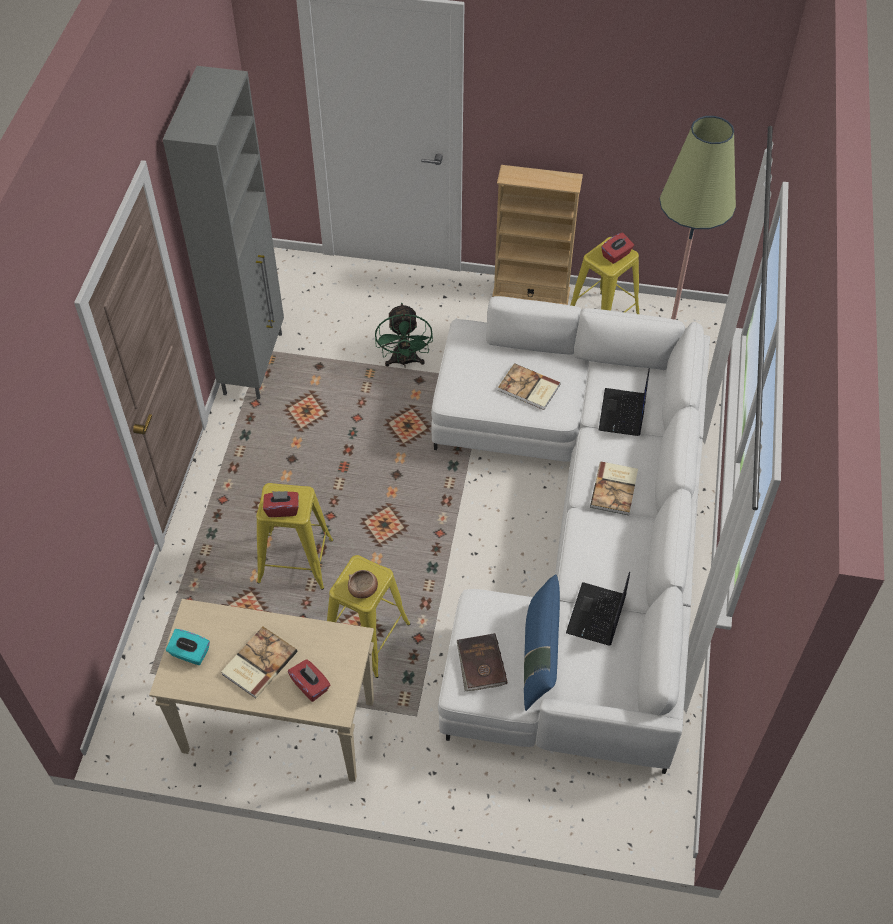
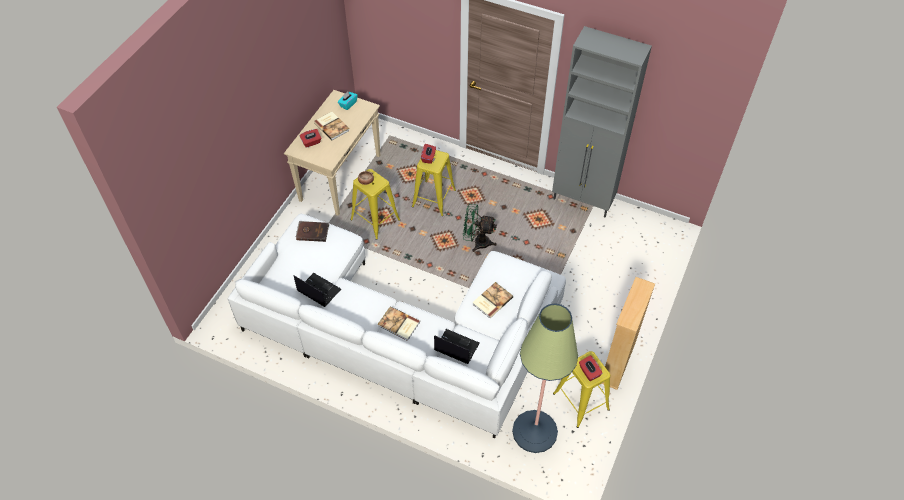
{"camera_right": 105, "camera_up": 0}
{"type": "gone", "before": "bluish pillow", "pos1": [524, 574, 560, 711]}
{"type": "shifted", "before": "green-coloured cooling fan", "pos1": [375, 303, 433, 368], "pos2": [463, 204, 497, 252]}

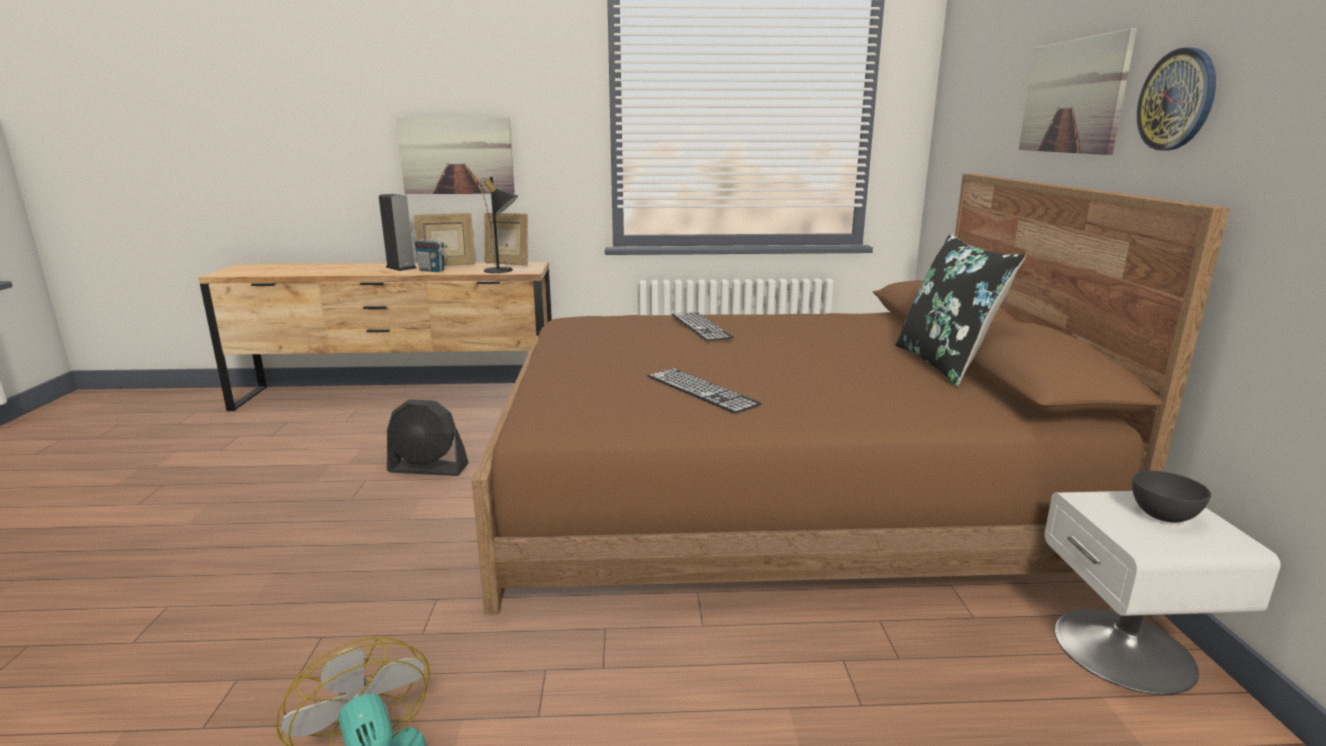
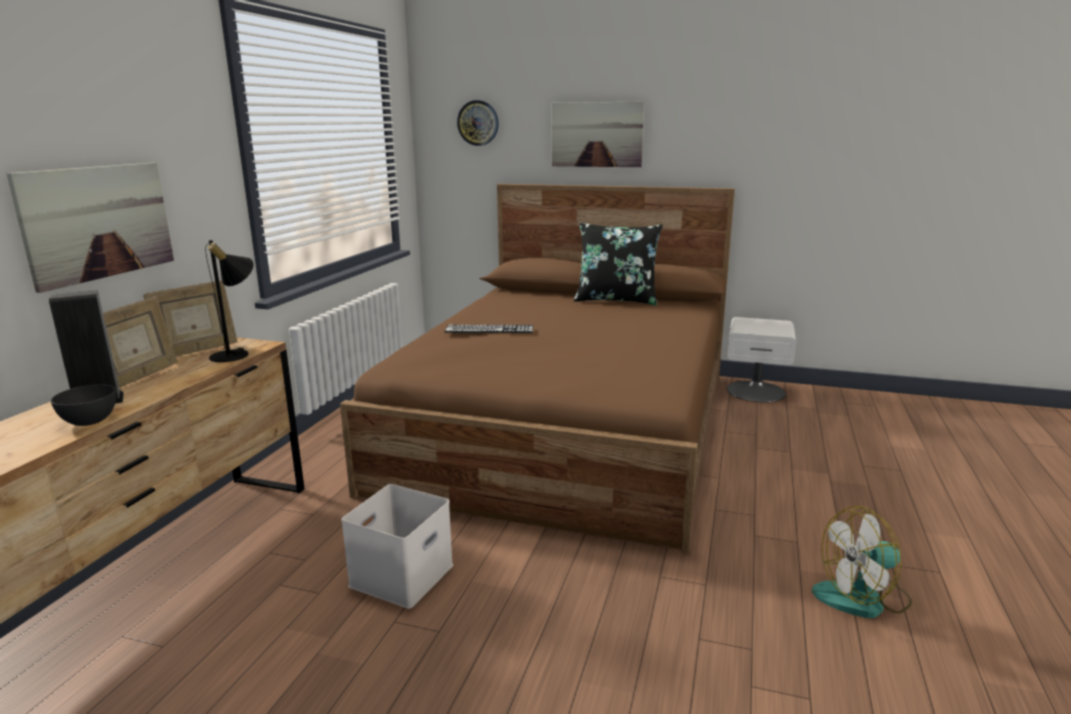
{"camera_right": -70, "camera_up": 0}
{"type": "gone", "before": "radio", "pos1": [414, 224, 448, 272]}
{"type": "gone", "before": "keyboard", "pos1": [647, 369, 762, 413]}
{"type": "shifted", "before": "greyish serving bowl", "pos1": [1132, 471, 1211, 523], "pos2": [51, 384, 116, 426]}
{"type": "shifted", "before": "clock on the wall", "pos1": [1137, 48, 1216, 150], "pos2": [457, 100, 499, 146]}
{"type": "swapped", "before": "black cooling fan", "after": "white-coloured storage container", "pos1": [387, 399, 469, 476], "pos2": [341, 484, 453, 609]}

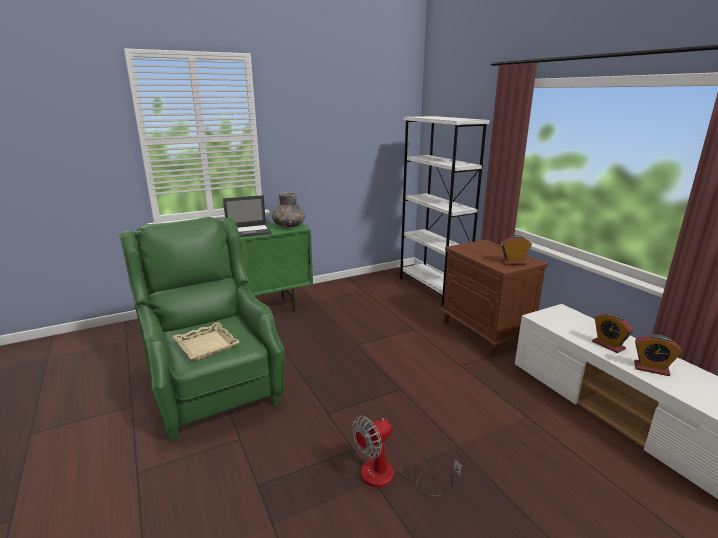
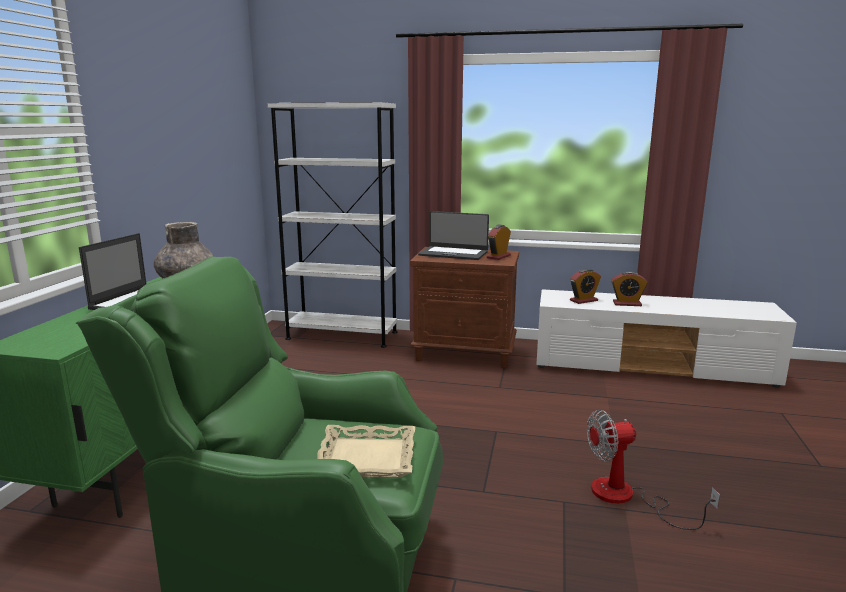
{"camera_right": -50, "camera_up": -5}
{"type": "new", "after": "portable computer", "pos2": [418, 211, 489, 260]}
{"type": "shifted", "before": "alarm clock", "pos1": [634, 334, 682, 376], "pos2": [570, 269, 601, 304]}
{"type": "rotated", "before": "cooling fan", "pos1": [352, 416, 462, 497], "pos2": [587, 410, 720, 530], "turn": 75}

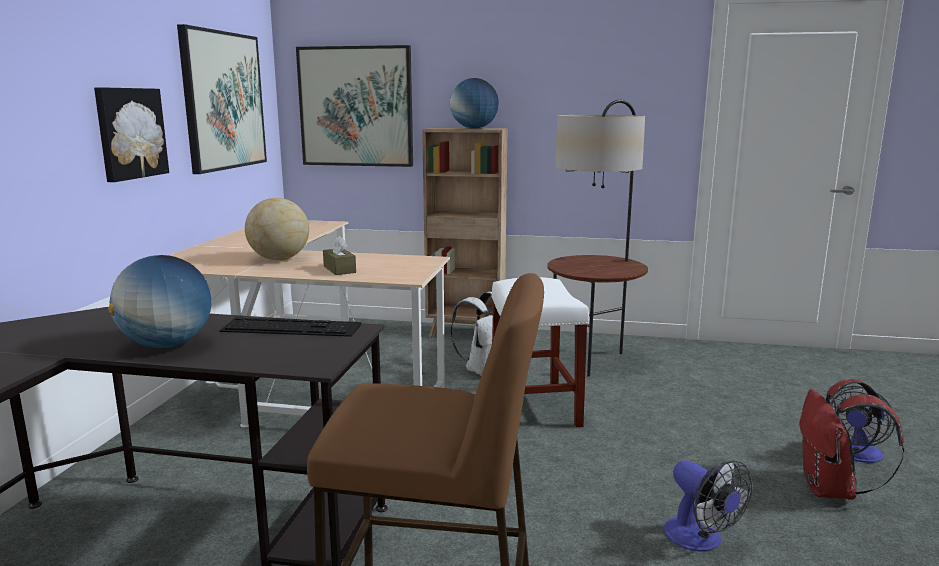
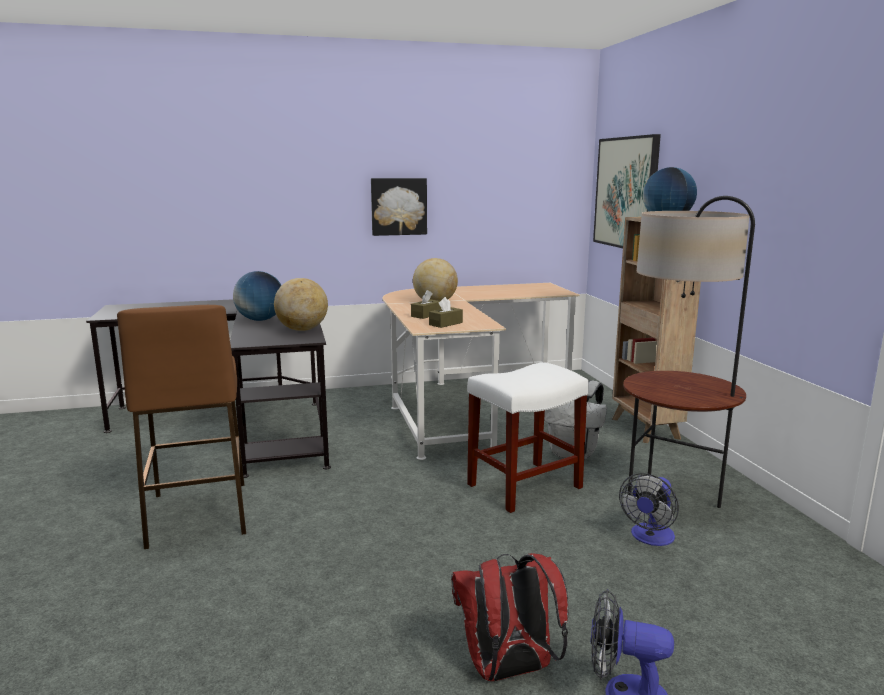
{"camera_right": 65, "camera_up": 0}
{"type": "gone", "before": "wall art", "pos1": [177, 24, 267, 174]}
{"type": "new", "after": "brownish tissue box", "pos2": [429, 297, 463, 328]}
{"type": "shifted", "before": "cooling fan", "pos1": [664, 460, 753, 551], "pos2": [619, 473, 679, 546]}
{"type": "swapped", "before": "keyboard", "after": "world globe", "pos1": [219, 318, 361, 337], "pos2": [274, 278, 328, 331]}

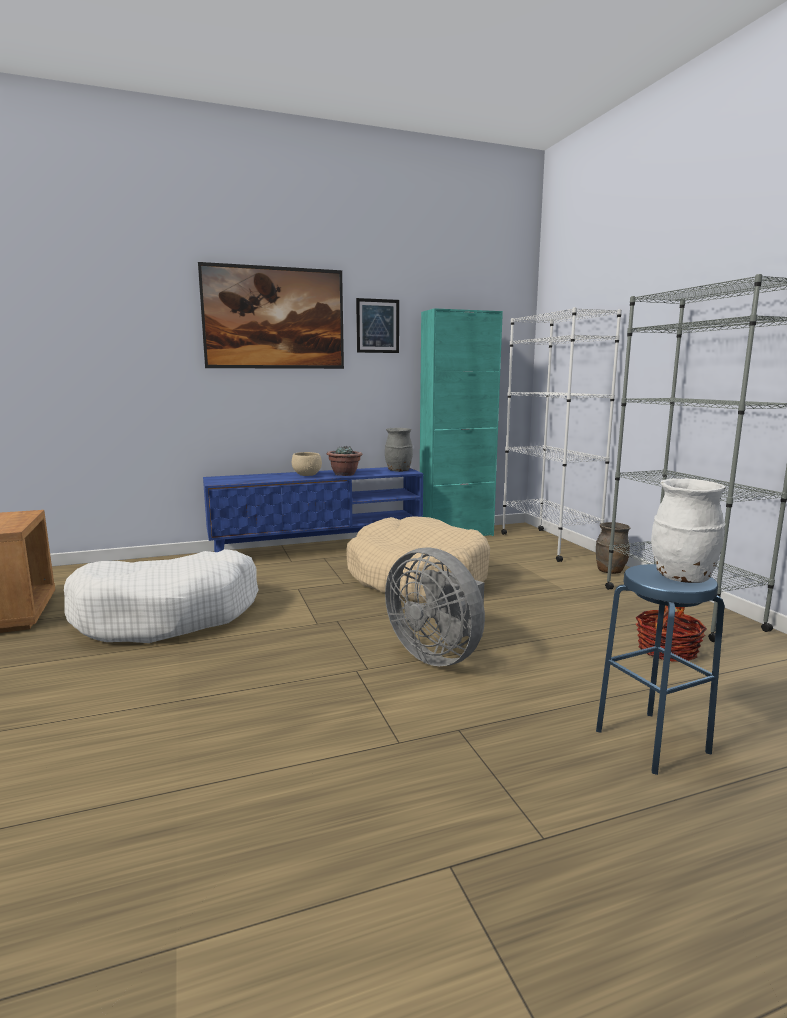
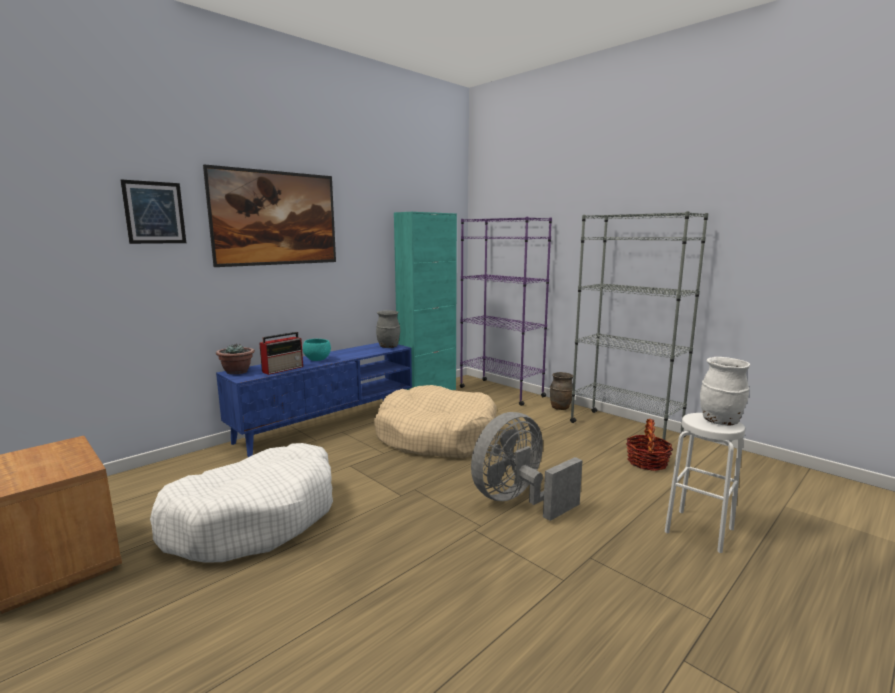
{"camera_right": -25, "camera_up": 0}
{"type": "new", "after": "radio", "pos2": [259, 332, 303, 375]}
{"type": "shifted", "before": "potted plant", "pos1": [327, 447, 363, 476], "pos2": [216, 343, 255, 374]}
{"type": "shifted", "before": "wall art", "pos1": [356, 298, 399, 353], "pos2": [121, 180, 186, 244]}
{"type": "repainted", "before": "beige serving bowl", "after": "blue-green serving bowl", "pos1": [292, 452, 322, 476], "pos2": [303, 339, 331, 361]}
{"type": "repainted", "before": "white-coloured bookshelf", "after": "purple-coloured bookshelf", "pos1": [501, 307, 622, 562], "pos2": [460, 217, 552, 406]}
{"type": "repainted", "before": "bluish stool", "after": "white-coloured stool", "pos1": [596, 564, 724, 775], "pos2": [665, 413, 745, 553]}
{"type": "rotated", "before": "greyish cooling fan", "pos1": [385, 547, 485, 666], "pos2": [471, 412, 583, 521], "turn": 120}

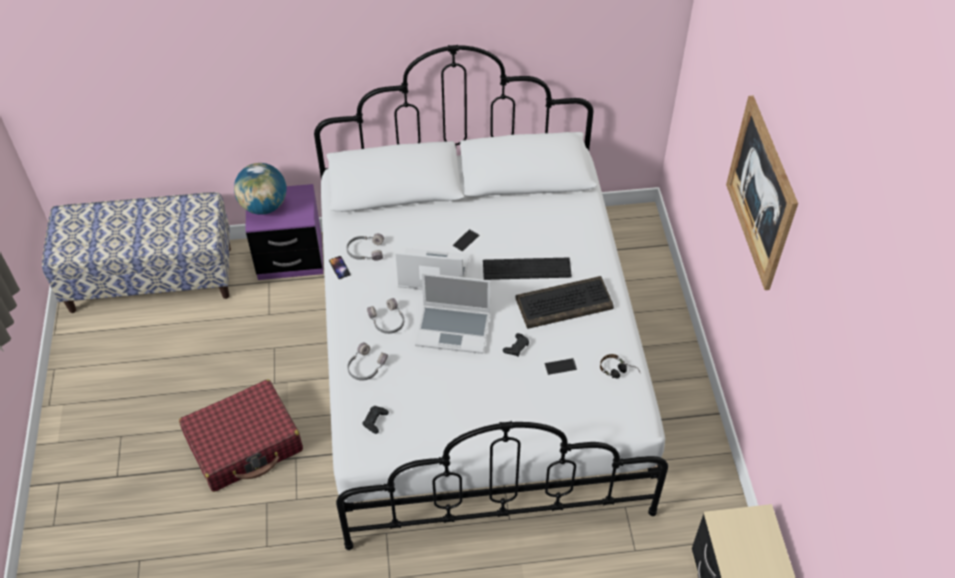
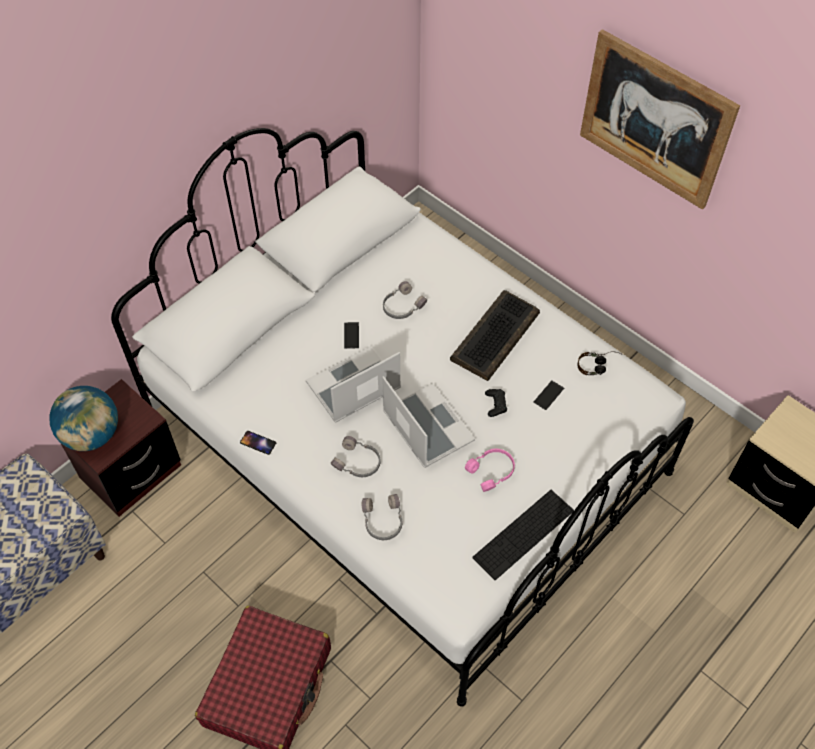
{"camera_right": -40, "camera_up": 5}
{"type": "gone", "before": "black game controller", "pos1": [363, 406, 389, 434]}
{"type": "new", "after": "pinkish headphones", "pos2": [465, 449, 515, 492]}
{"type": "shifted", "before": "greyish headphones", "pos1": [347, 233, 384, 261], "pos2": [383, 281, 427, 319]}
{"type": "shifted", "before": "keyboard", "pos1": [483, 257, 572, 280], "pos2": [472, 490, 574, 580]}
{"type": "repainted", "before": "purple-coloured night table", "after": "brownish night table", "pos1": [246, 184, 323, 280], "pos2": [61, 379, 181, 517]}
{"type": "rotated", "before": "portable computer", "pos1": [415, 273, 490, 354], "pos2": [382, 376, 475, 468], "turn": -90}

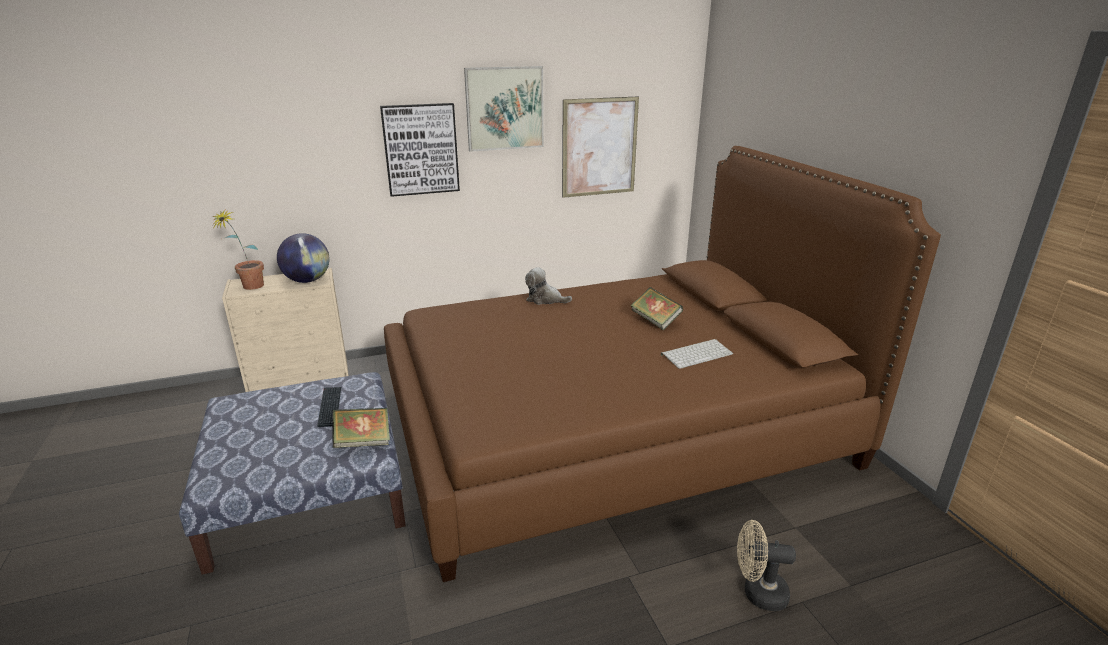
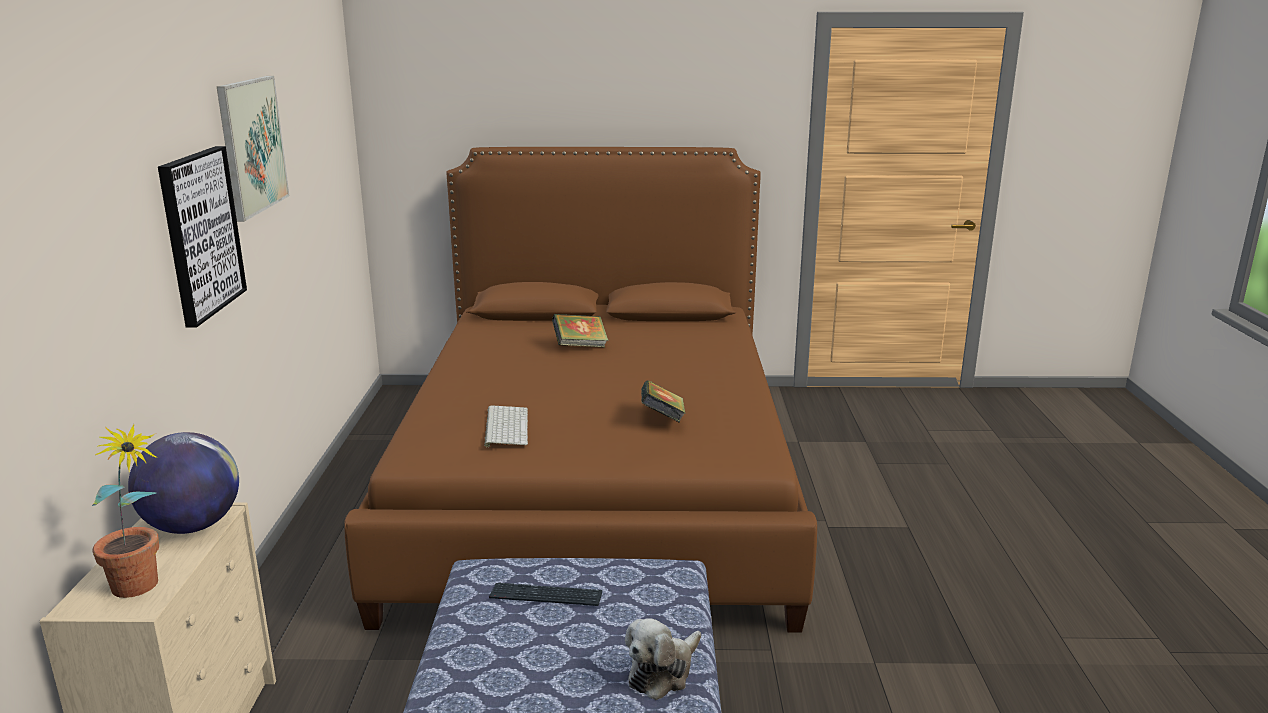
{"camera_right": -70, "camera_up": -5}
{"type": "gone", "before": "wall art", "pos1": [562, 96, 639, 198]}
{"type": "gone", "before": "beige cooling fan", "pos1": [737, 520, 796, 611]}
{"type": "shifted", "before": "bound book", "pos1": [332, 408, 390, 448], "pos2": [641, 380, 686, 423]}
{"type": "shifted", "before": "plush toy", "pos1": [525, 267, 572, 305], "pos2": [625, 618, 701, 700]}
{"type": "shifted", "before": "keyboard", "pos1": [661, 339, 733, 369], "pos2": [484, 405, 528, 447]}

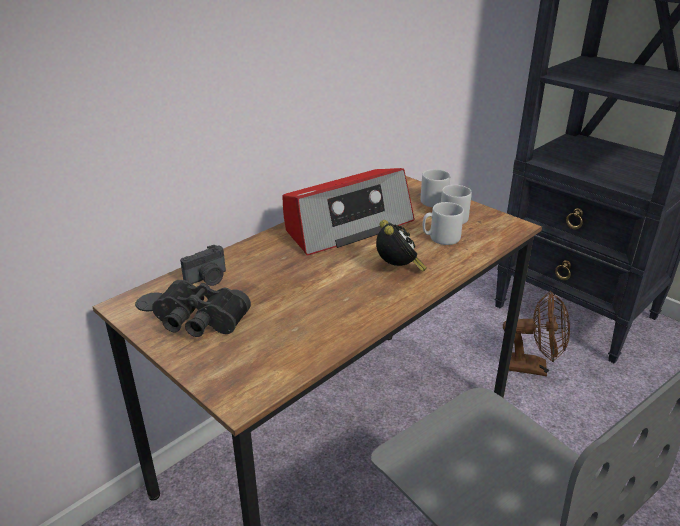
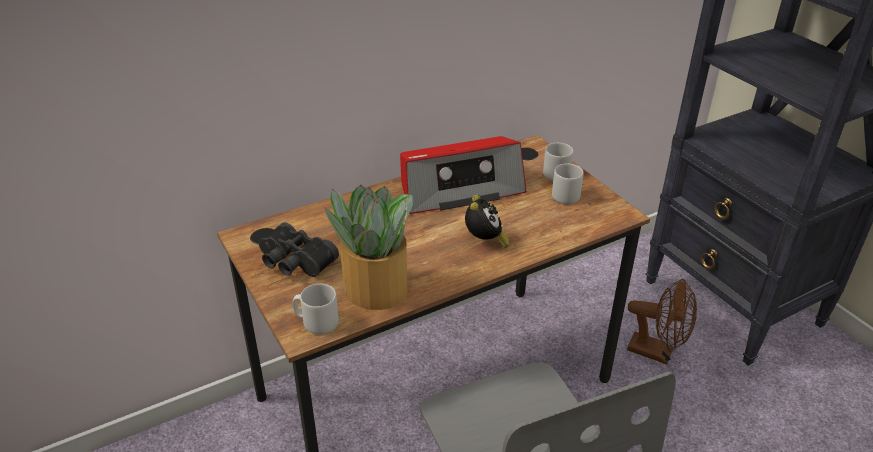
{"camera_right": 15, "camera_up": 5}
{"type": "gone", "before": "photo camera", "pos1": [180, 244, 226, 286]}
{"type": "new", "after": "potted plant", "pos2": [325, 185, 413, 310]}
{"type": "shifted", "before": "greyish coffee mug", "pos1": [423, 202, 464, 245], "pos2": [293, 283, 339, 335]}

